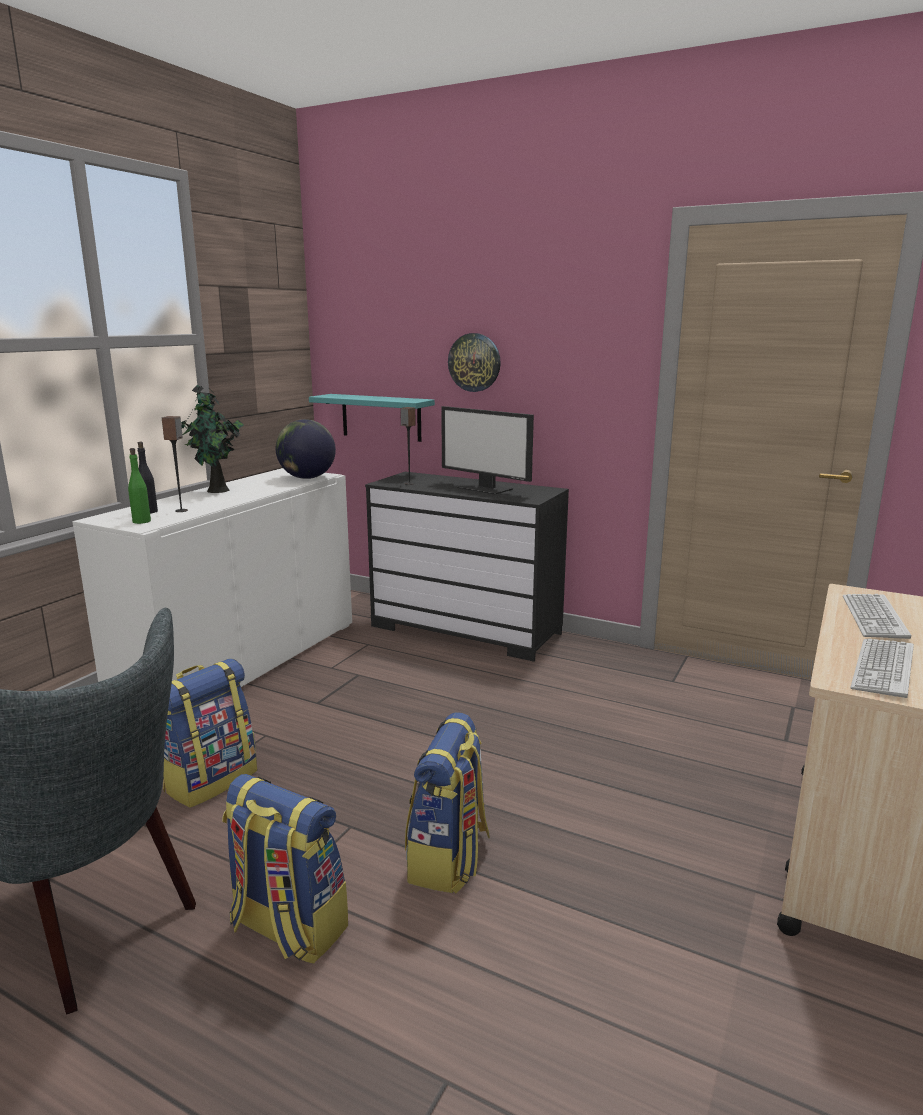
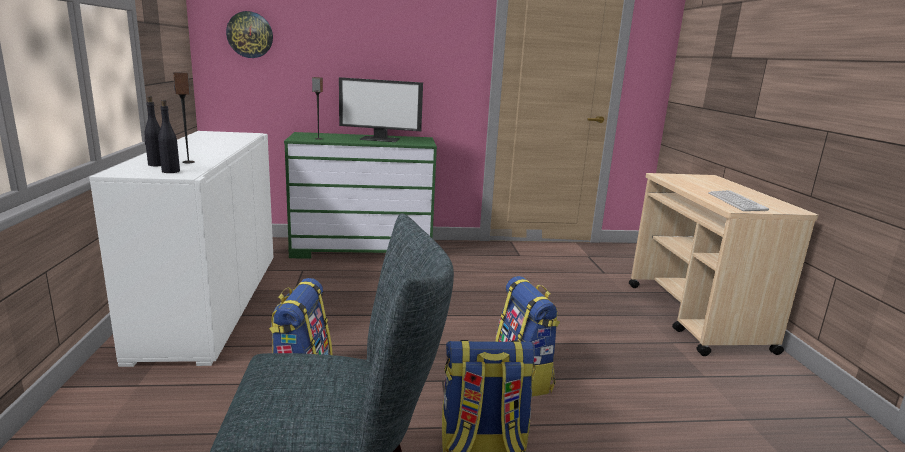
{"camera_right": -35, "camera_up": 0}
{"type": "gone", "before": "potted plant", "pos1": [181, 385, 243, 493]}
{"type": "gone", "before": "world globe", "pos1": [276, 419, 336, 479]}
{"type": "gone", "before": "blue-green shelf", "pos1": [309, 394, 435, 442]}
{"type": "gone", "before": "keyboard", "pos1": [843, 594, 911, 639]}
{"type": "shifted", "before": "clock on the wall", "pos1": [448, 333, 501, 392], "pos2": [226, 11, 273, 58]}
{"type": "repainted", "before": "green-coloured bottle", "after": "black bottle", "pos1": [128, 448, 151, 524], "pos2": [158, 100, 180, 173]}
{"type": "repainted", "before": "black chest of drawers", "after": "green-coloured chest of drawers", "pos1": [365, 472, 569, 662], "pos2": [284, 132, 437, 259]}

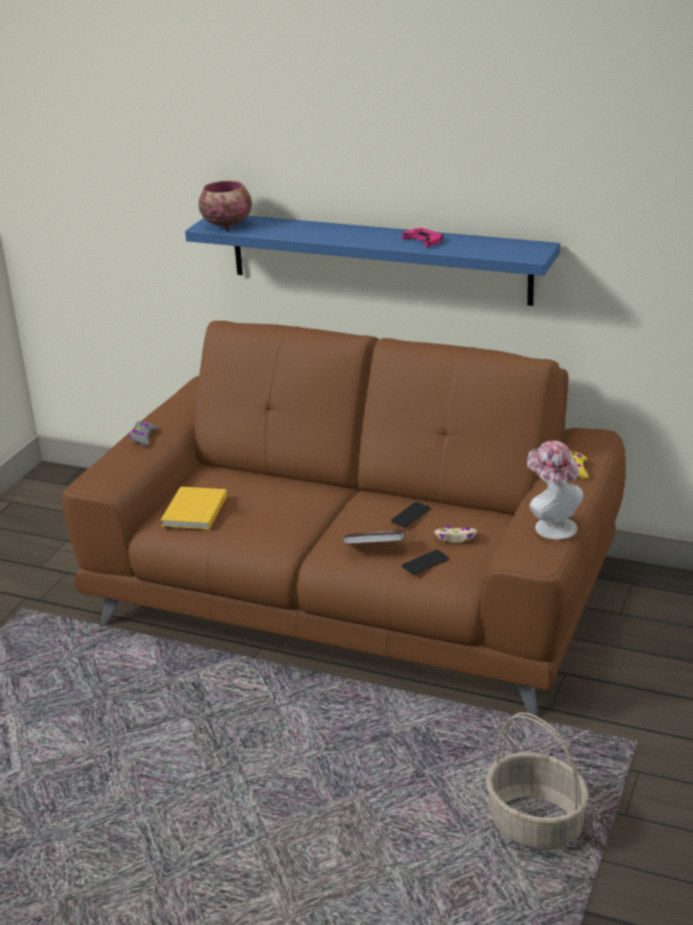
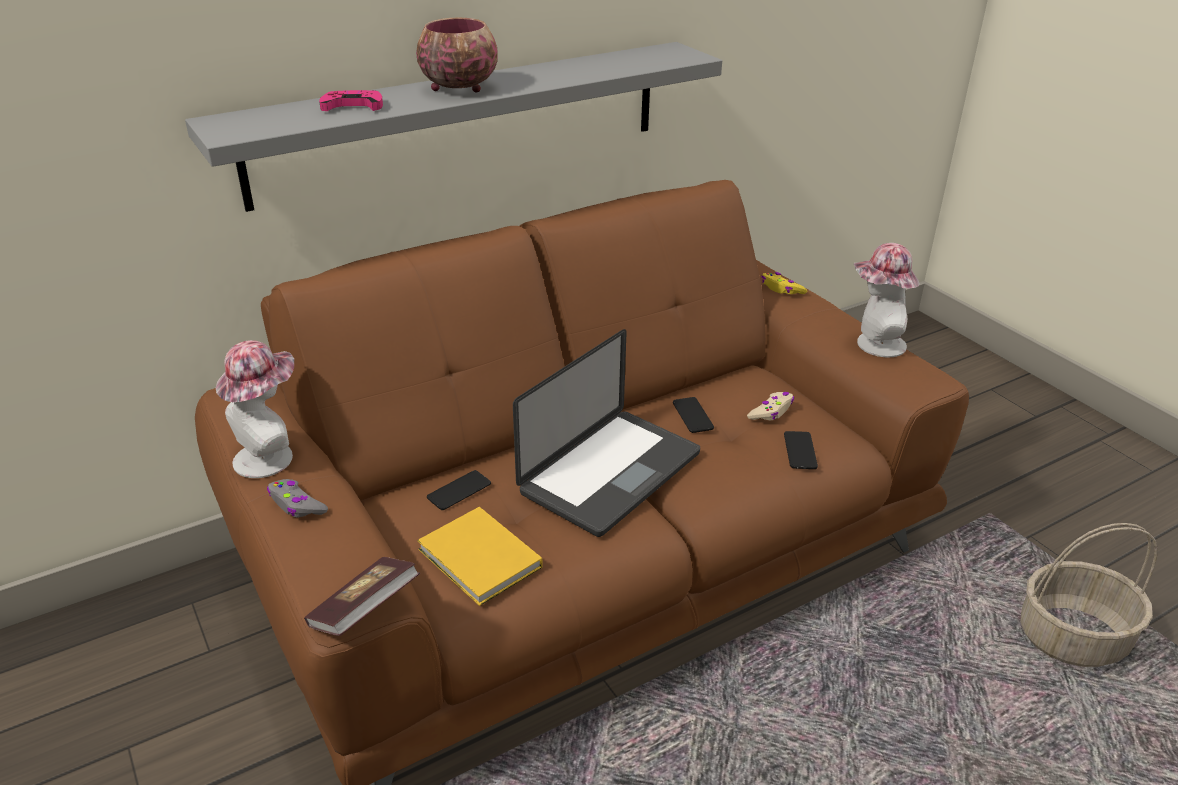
{"camera_right": -55, "camera_up": 5}
{"type": "new", "after": "clothing hat", "pos2": [216, 340, 294, 478]}
{"type": "new", "after": "phone", "pos2": [427, 470, 491, 510]}
{"type": "new", "after": "portable computer", "pos2": [513, 329, 700, 537]}
{"type": "shifted", "before": "serving bowl", "pos1": [198, 180, 252, 231], "pos2": [416, 18, 498, 93]}
{"type": "shifted", "before": "bound book", "pos1": [343, 530, 405, 545], "pos2": [304, 557, 420, 636]}
{"type": "shifted", "before": "pinkish game controller", "pos1": [402, 228, 444, 247], "pos2": [319, 90, 383, 111]}
{"type": "repainted", "before": "bluish shelf", "after": "greyish shelf", "pos1": [185, 216, 560, 306], "pos2": [185, 42, 722, 212]}

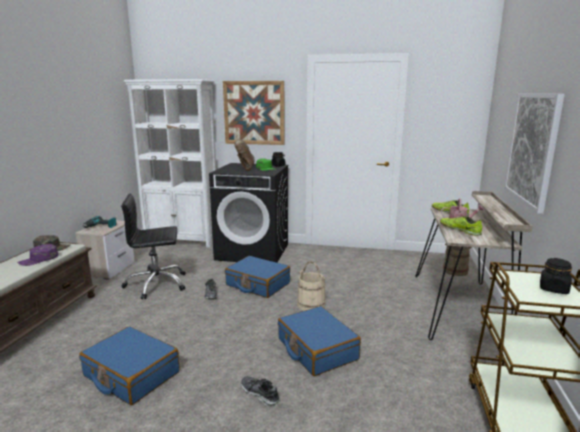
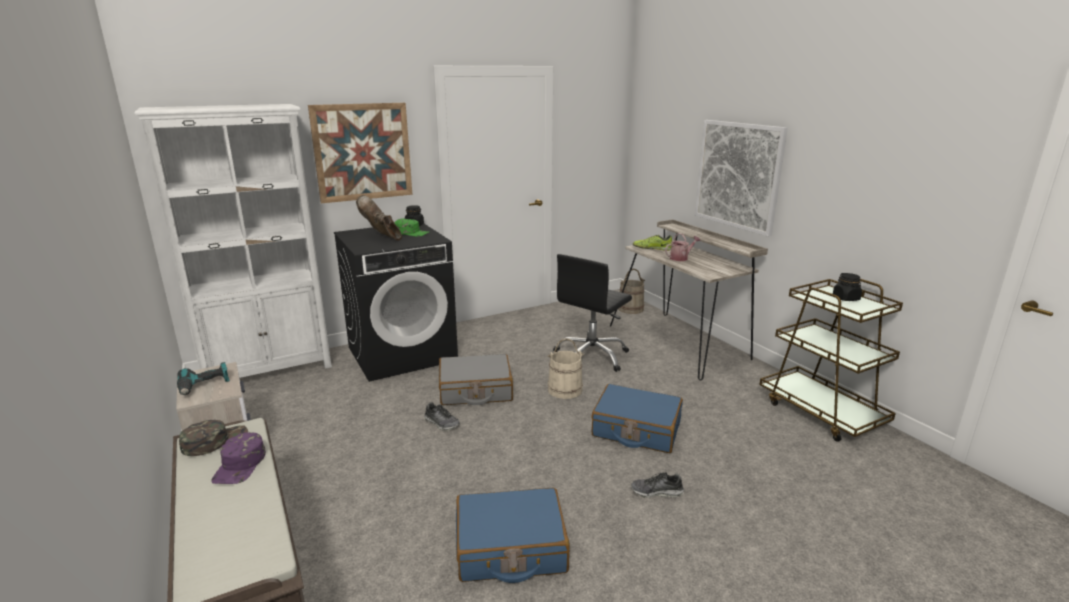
{"camera_right": -40, "camera_up": 5}
{"type": "gone", "before": "low shoe", "pos1": [440, 216, 482, 236]}
{"type": "shifted", "before": "black desk chair", "pos1": [121, 194, 186, 299], "pos2": [553, 254, 632, 372]}
{"type": "repainted", "before": "bluish travel case", "after": "greyish travel case", "pos1": [225, 256, 290, 298], "pos2": [439, 354, 513, 405]}

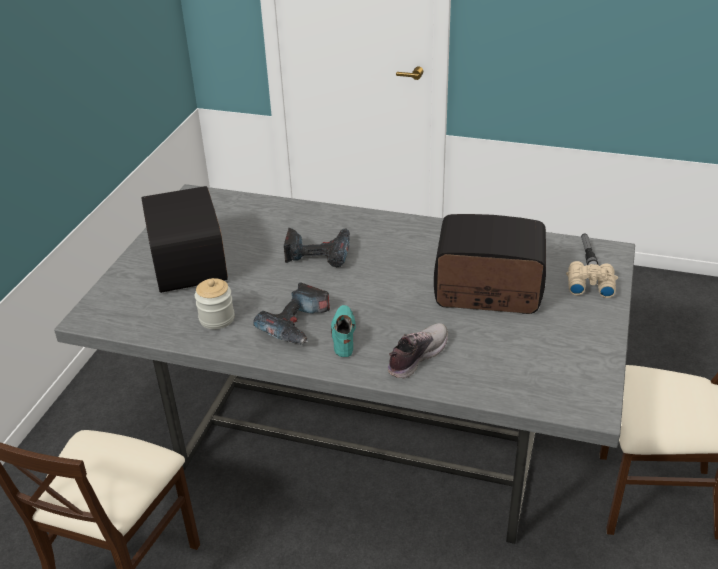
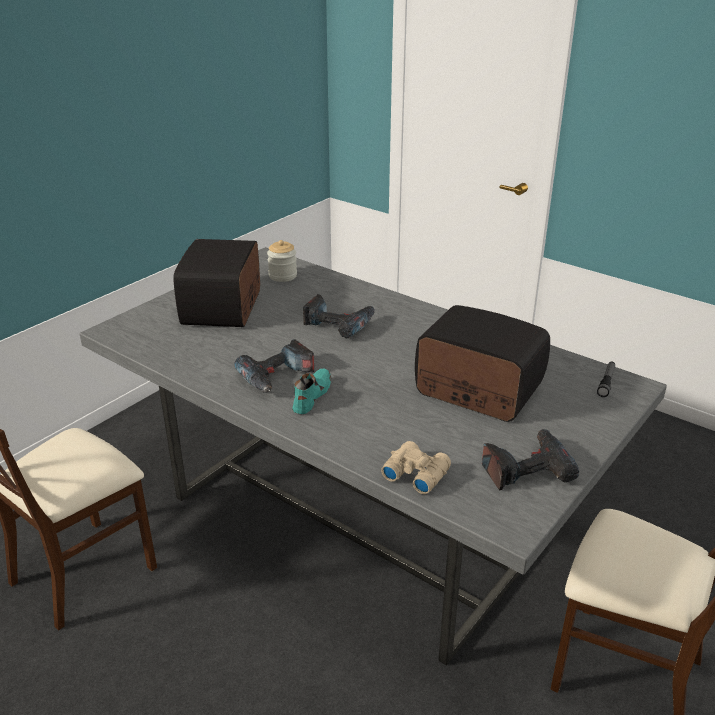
{"camera_right": 20, "camera_up": -5}
{"type": "gone", "before": "low shoe", "pos1": [388, 323, 448, 378]}
{"type": "new", "after": "drill", "pos2": [482, 429, 579, 490]}
{"type": "shifted", "before": "storage jar", "pos1": [195, 278, 234, 329], "pos2": [267, 240, 297, 282]}
{"type": "shifted", "before": "beige pair of binoculars", "pos1": [566, 261, 618, 298], "pos2": [381, 441, 451, 494]}

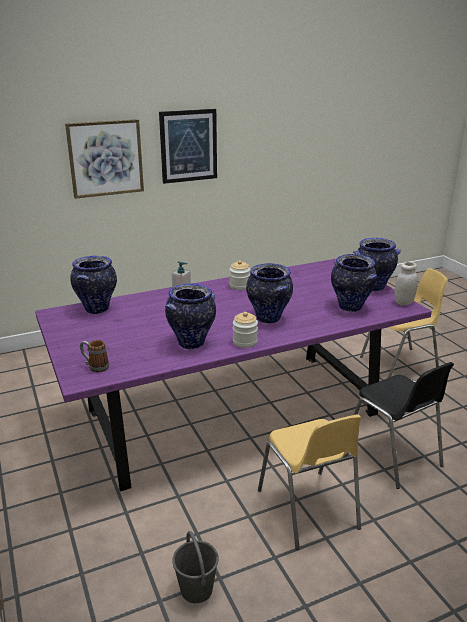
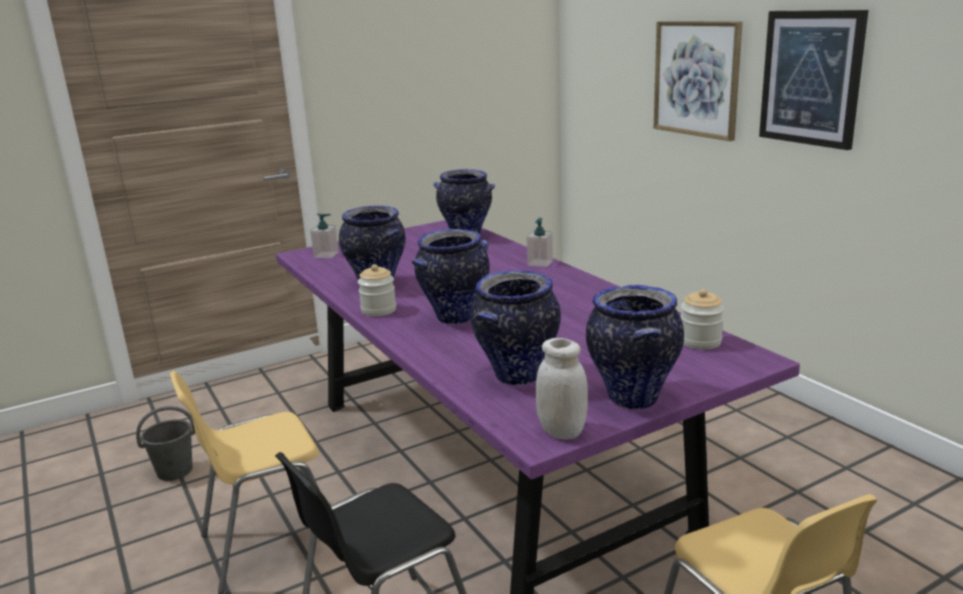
{"camera_right": 85, "camera_up": -5}
{"type": "shifted", "before": "storage jar", "pos1": [229, 260, 250, 290], "pos2": [680, 289, 724, 349]}
{"type": "swapped", "before": "coffee mug", "after": "soap bottle", "pos1": [80, 340, 109, 372], "pos2": [310, 214, 339, 258]}

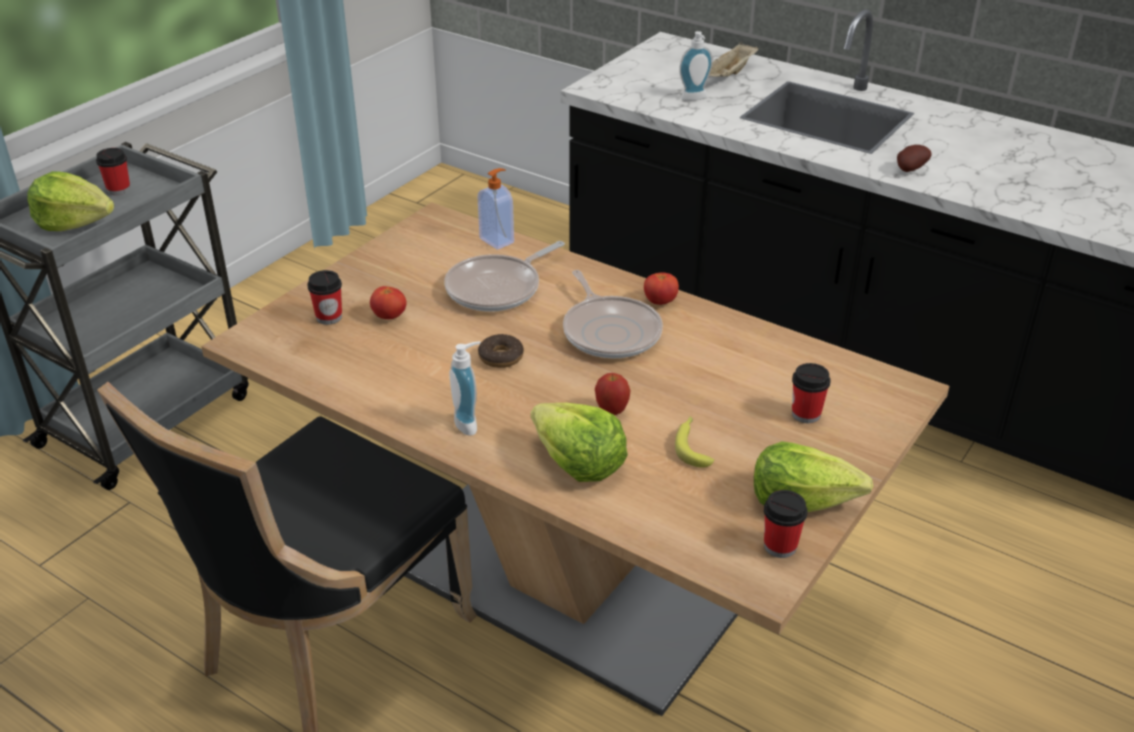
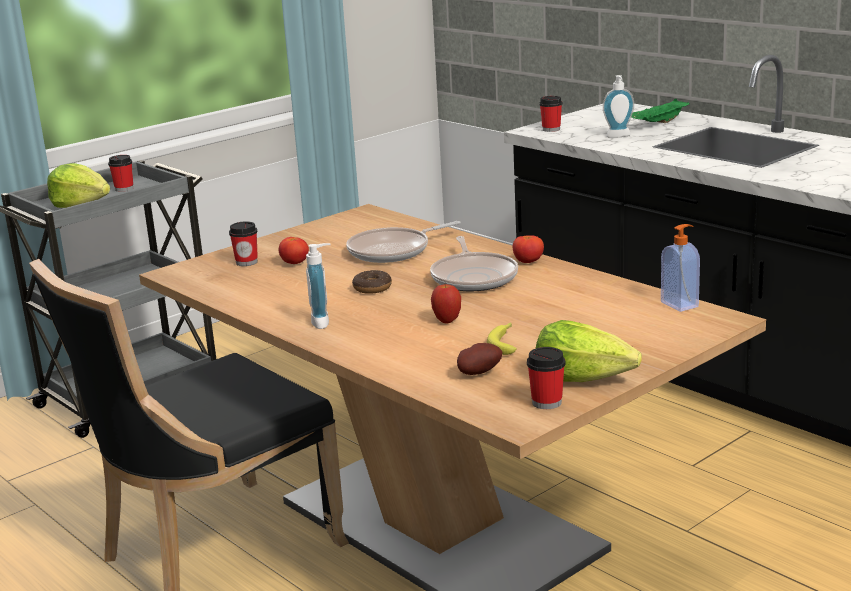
{"camera_right": 15, "camera_up": -15}
{"type": "gone", "before": "head of lettuce", "pos1": [531, 403, 628, 482]}
{"type": "shifted", "before": "soap bottle", "pos1": [478, 168, 514, 250], "pos2": [661, 224, 700, 312]}
{"type": "shifted", "before": "drinking cup", "pos1": [792, 363, 831, 423], "pos2": [539, 96, 562, 132]}
{"type": "shifted", "before": "spud", "pos1": [897, 145, 931, 172], "pos2": [457, 343, 502, 375]}
{"type": "repainted", "before": "beige carrying tray", "after": "green-coloured carrying tray", "pos1": [709, 42, 759, 77], "pos2": [632, 99, 690, 123]}

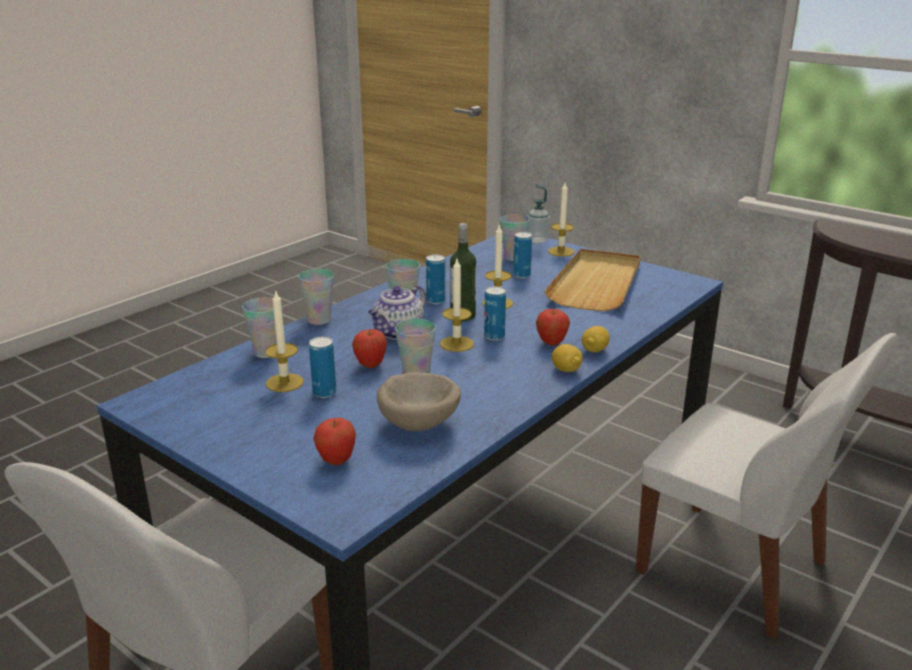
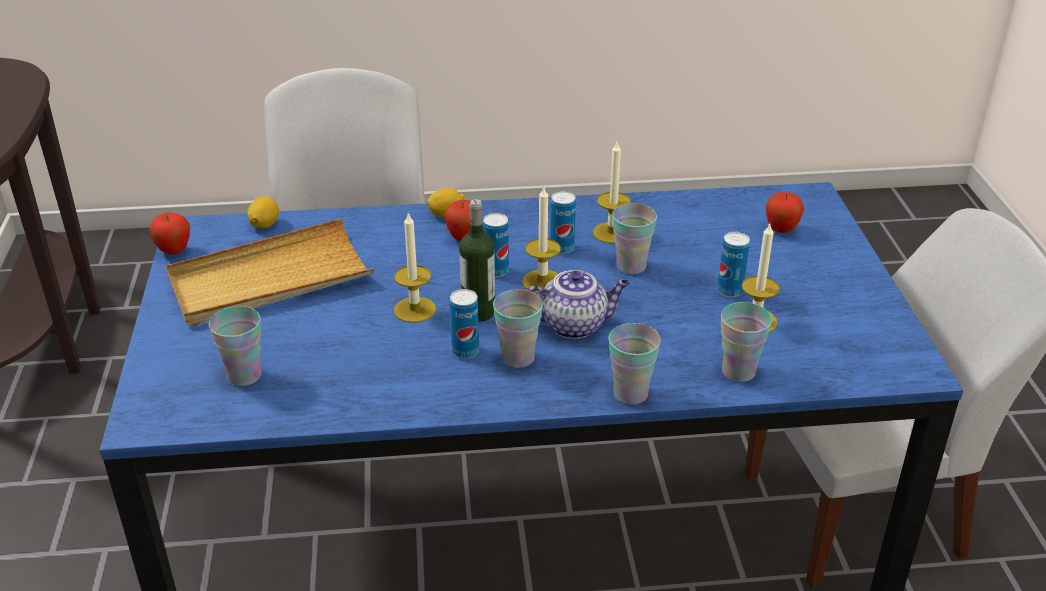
{"camera_right": -135, "camera_up": 10}
{"type": "gone", "before": "beige serving bowl", "pos1": [377, 372, 461, 431]}
{"type": "gone", "before": "soap bottle", "pos1": [527, 184, 550, 243]}
{"type": "shifted", "before": "whole apple", "pos1": [352, 329, 387, 368], "pos2": [150, 212, 190, 255]}
{"type": "shifted", "before": "sealed can", "pos1": [513, 232, 532, 278], "pos2": [550, 191, 576, 254]}
{"type": "shifted", "before": "wax light", "pos1": [548, 183, 575, 257], "pos2": [593, 142, 631, 244]}
{"type": "shifted", "before": "lemon", "pos1": [552, 344, 583, 372], "pos2": [247, 197, 279, 228]}

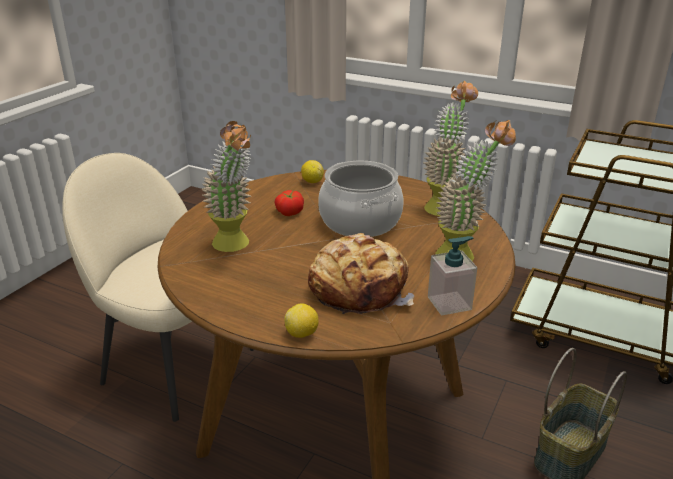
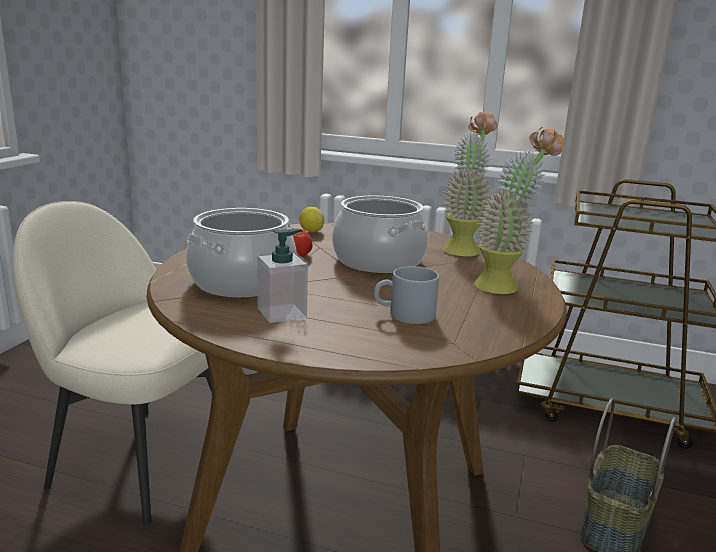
{"camera_right": -10, "camera_up": -10}
{"type": "gone", "before": "lemon", "pos1": [284, 303, 319, 338]}
{"type": "shifted", "before": "soap bottle", "pos1": [428, 236, 477, 315], "pos2": [257, 229, 308, 323]}
{"type": "swapped", "before": "potted plant", "after": "cooking pot", "pos1": [202, 121, 252, 252], "pos2": [186, 208, 297, 297]}
{"type": "swapped", "before": "bakery bread", "after": "greyish coffee mug", "pos1": [308, 233, 414, 314], "pos2": [374, 266, 439, 324]}

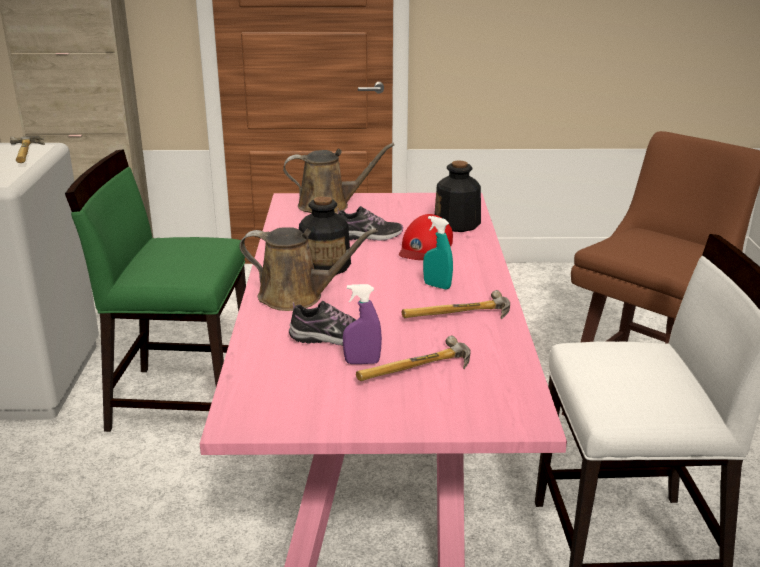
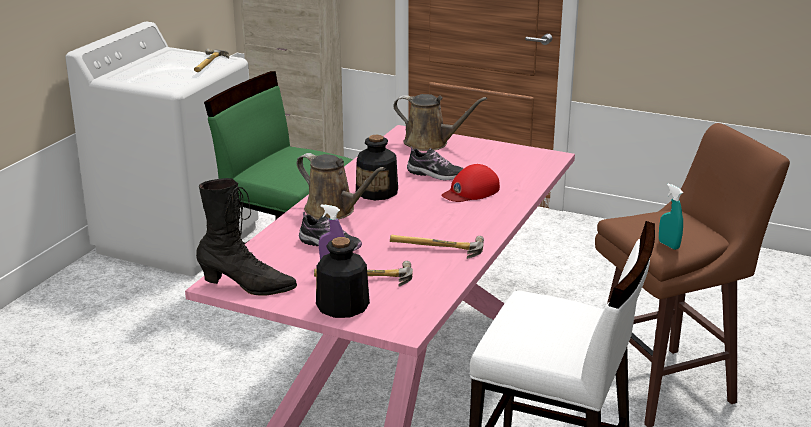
{"camera_right": 25, "camera_up": 0}
{"type": "new", "after": "black high-top boot", "pos2": [196, 178, 297, 296]}
{"type": "shifted", "before": "blue-green spray bottle", "pos1": [423, 216, 453, 290], "pos2": [659, 183, 683, 250]}
{"type": "shifted", "before": "bottle", "pos1": [434, 161, 481, 232], "pos2": [316, 237, 370, 318]}

